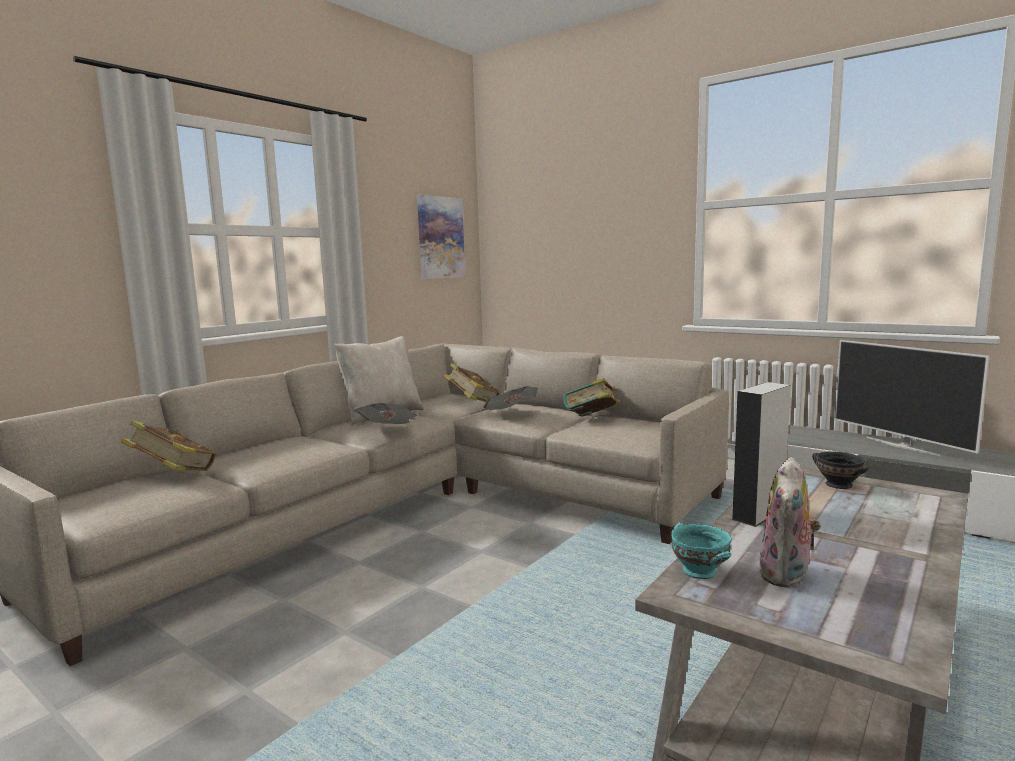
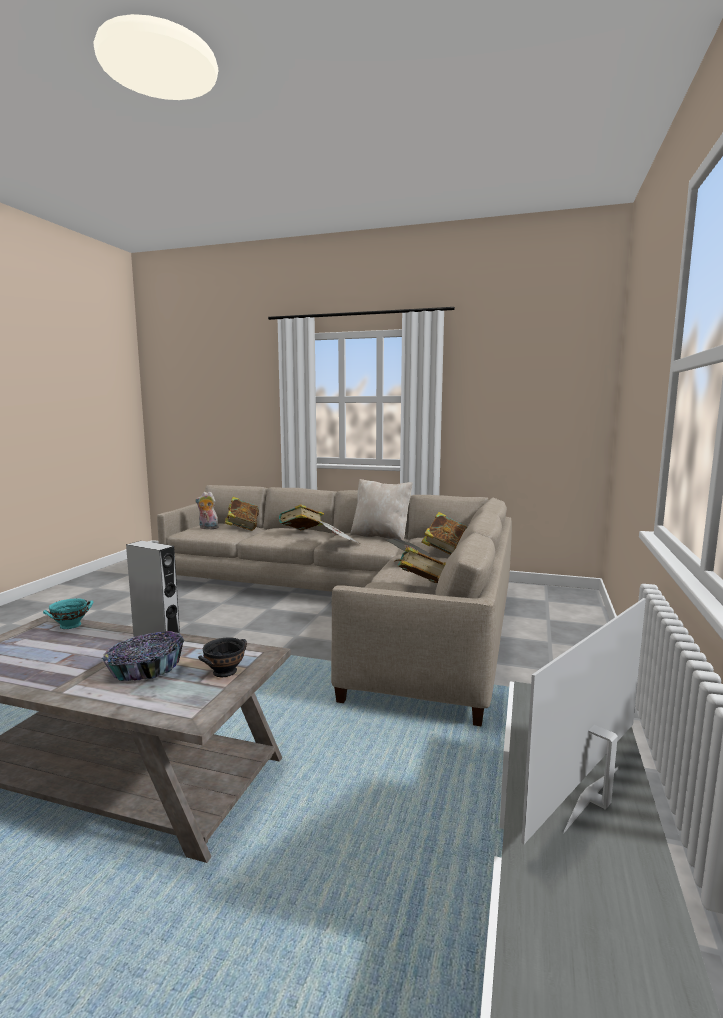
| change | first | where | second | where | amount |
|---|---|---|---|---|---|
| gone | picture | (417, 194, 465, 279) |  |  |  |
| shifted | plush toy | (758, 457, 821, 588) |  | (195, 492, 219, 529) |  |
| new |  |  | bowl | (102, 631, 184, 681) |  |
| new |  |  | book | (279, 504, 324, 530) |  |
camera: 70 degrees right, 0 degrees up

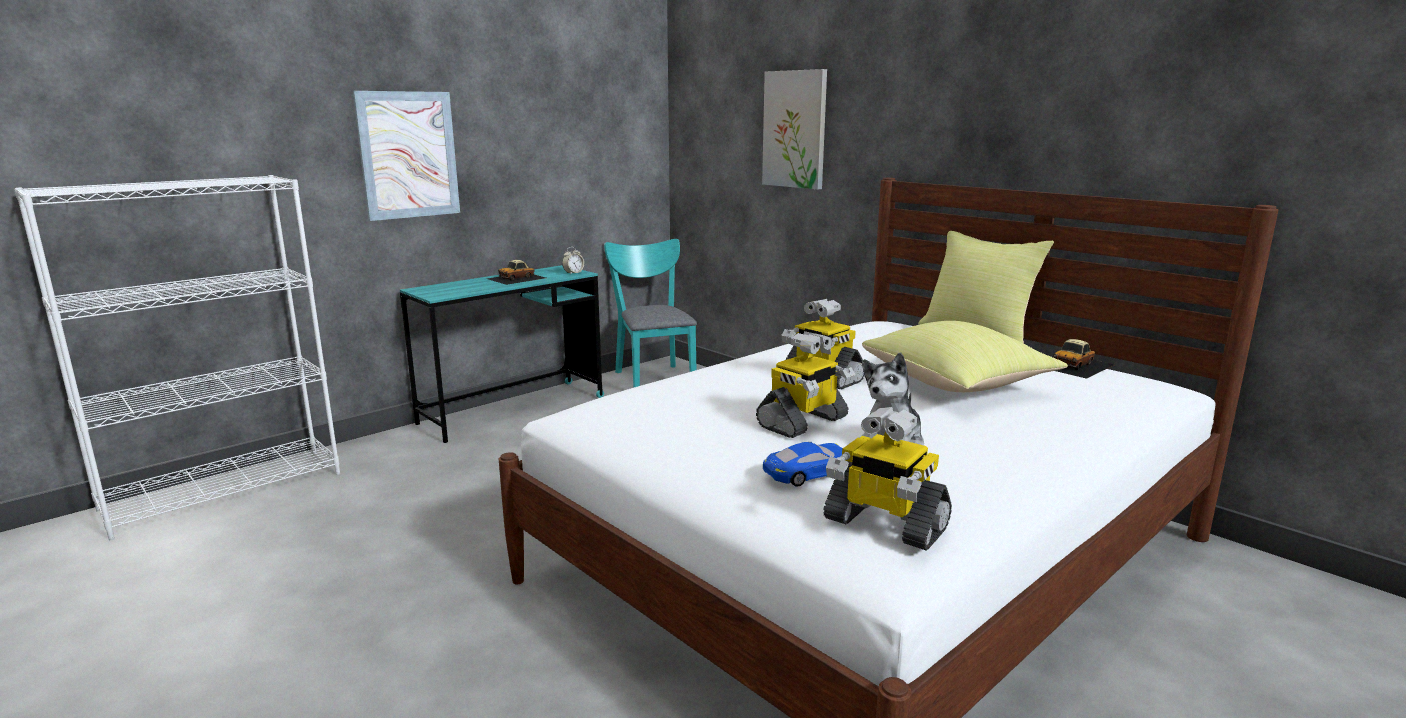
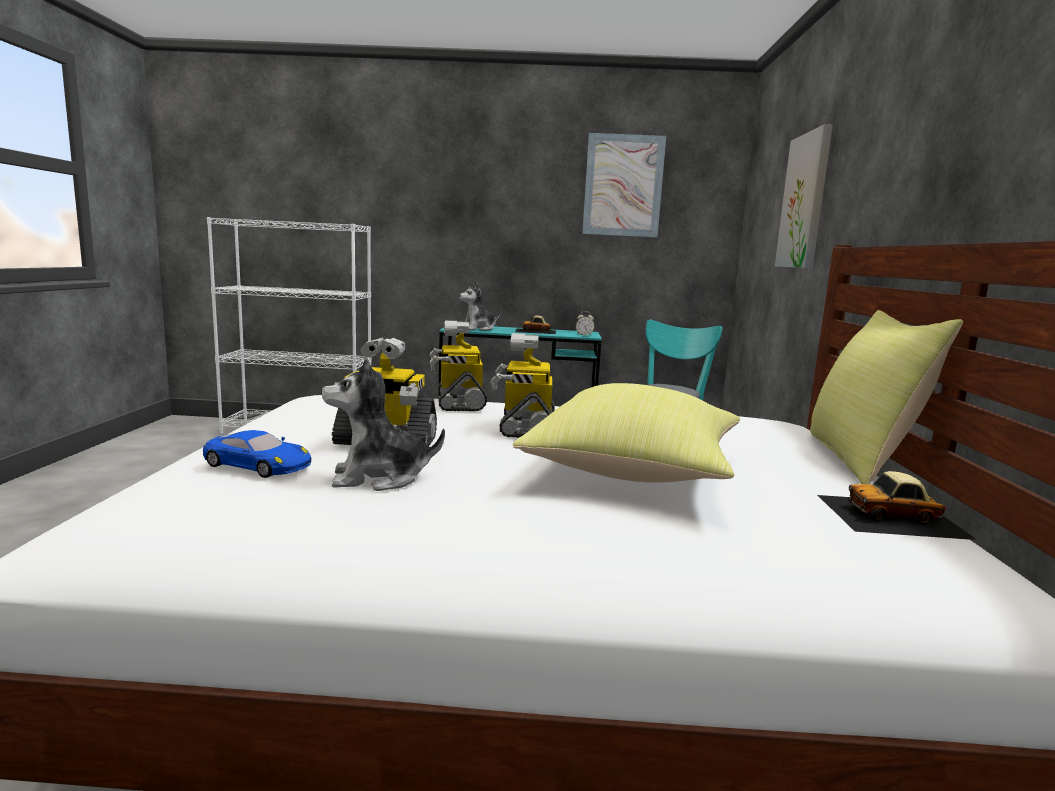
| change | first | where | second | where | amount |
|---|---|---|---|---|---|
| shifted | picture | (353, 91, 460, 221) |  | (582, 133, 666, 237) |  |
| shifted | toy robot | (824, 407, 952, 550) |  | (430, 321, 487, 411) |  |
| new |  |  | plush toy | (459, 282, 500, 331) |  |
camera: 45 degrees right, 5 degrees down

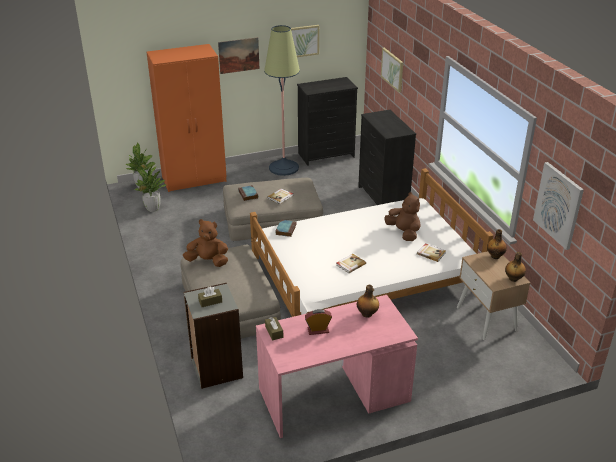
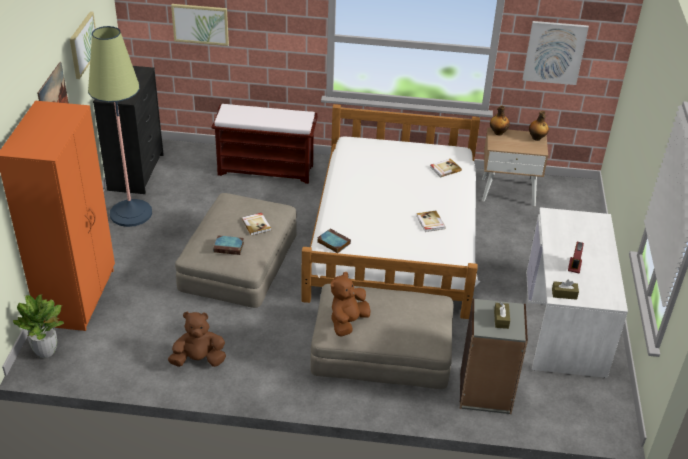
| change | first | where | second | where | amount |
|---|---|---|---|---|---|
| gone | potted plant | (134, 165, 167, 212) |  |  |  |
| repainted | desk in pink | (256, 295, 418, 438) | desk in white | (526, 207, 628, 378) |  |
| gone | bottle | (357, 285, 379, 318) |  |  |  |
| swapped | dresser in black | (358, 110, 416, 205) | bench in brown | (212, 104, 318, 184) |  |
| shifted | plush toy in brown | (384, 192, 421, 241) |  | (168, 312, 226, 367) |  |
camera: 65 degrees left, 5 degrees up

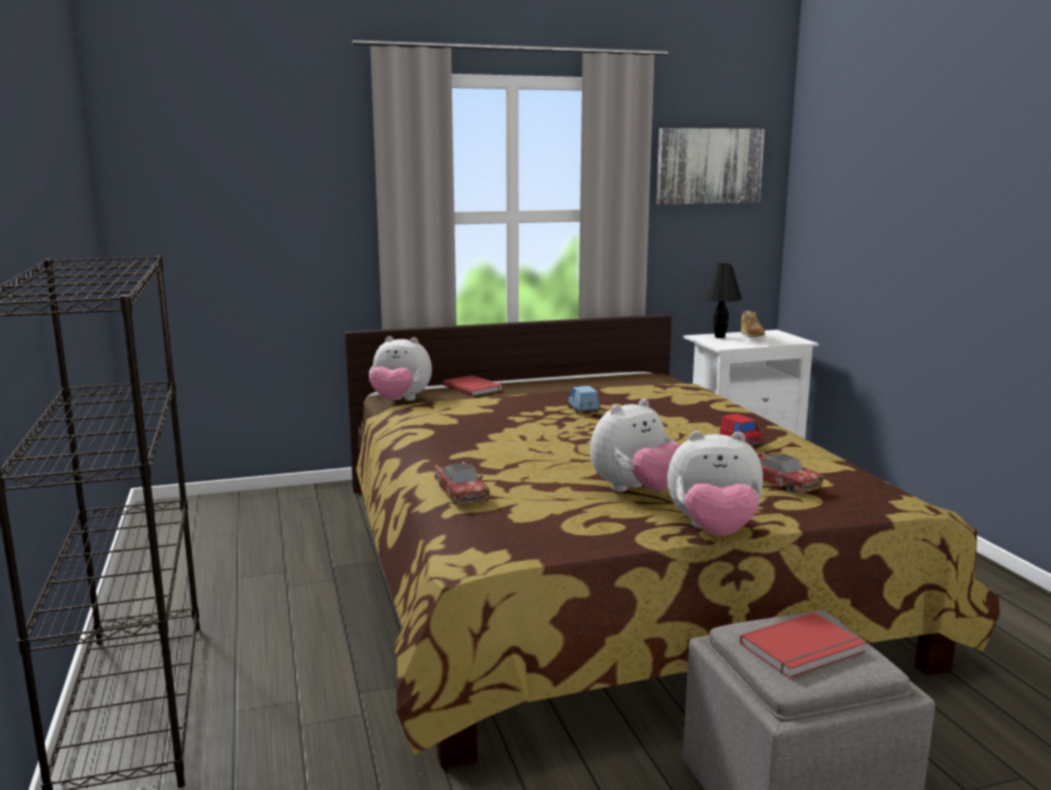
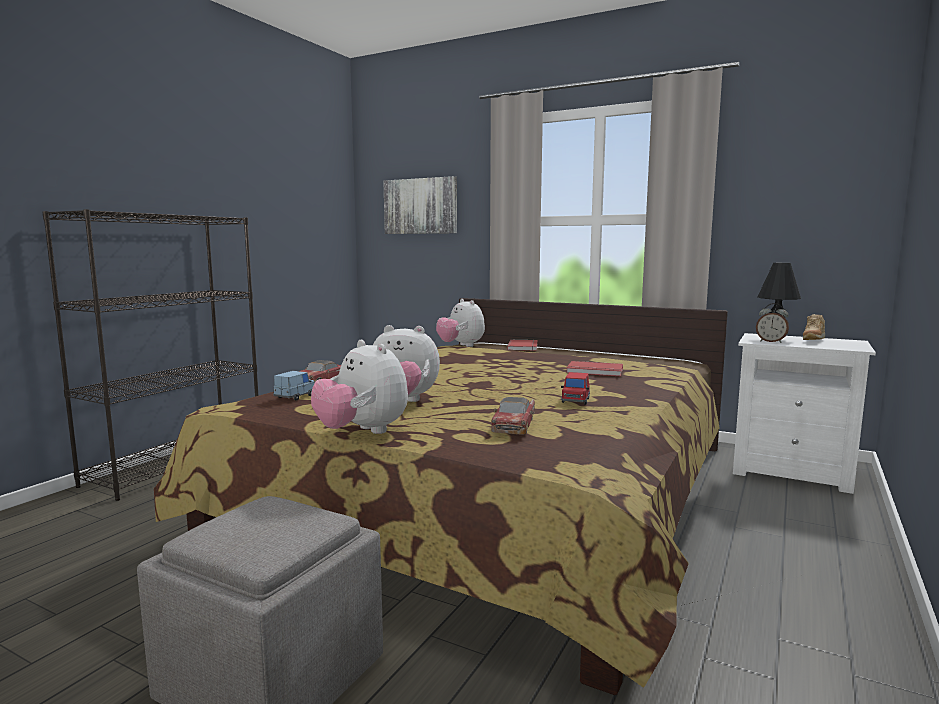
| change | first | where | second | where | amount |
|---|---|---|---|---|---|
| shifted | toy car in blue | (568, 386, 600, 414) |  | (273, 371, 315, 401) |  |
| shifted | picture | (656, 128, 765, 205) |  | (383, 176, 457, 234) |  |
| shifted | book in red | (740, 612, 866, 678) |  | (566, 361, 623, 376) |  |
| new |  |  | alarm clock | (756, 303, 789, 343) |  |
camera: 45 degrees right, 5 degrees down

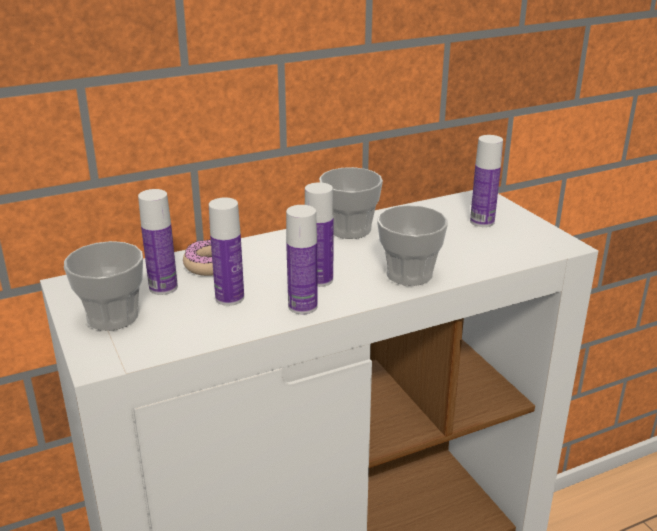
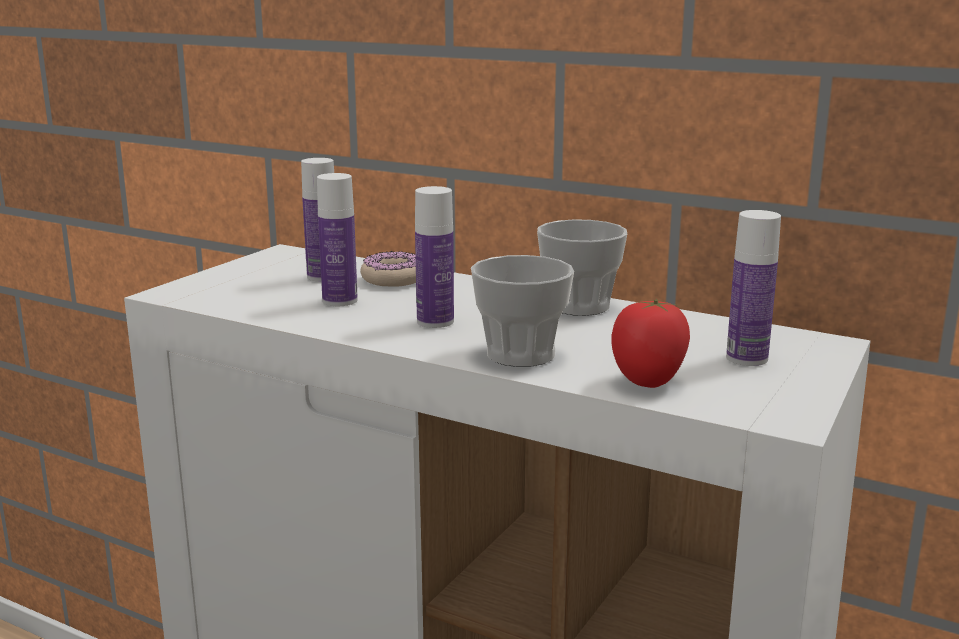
| change | first | where | second | where | amount |
|---|---|---|---|---|---|
| gone | cup | (64, 241, 143, 331) |  |  |  |
| gone | bottle | (286, 205, 318, 314) |  |  |  |
| new |  |  | tomato | (611, 299, 690, 388) |  |
camera: 55 degrees right, 10 degrees down

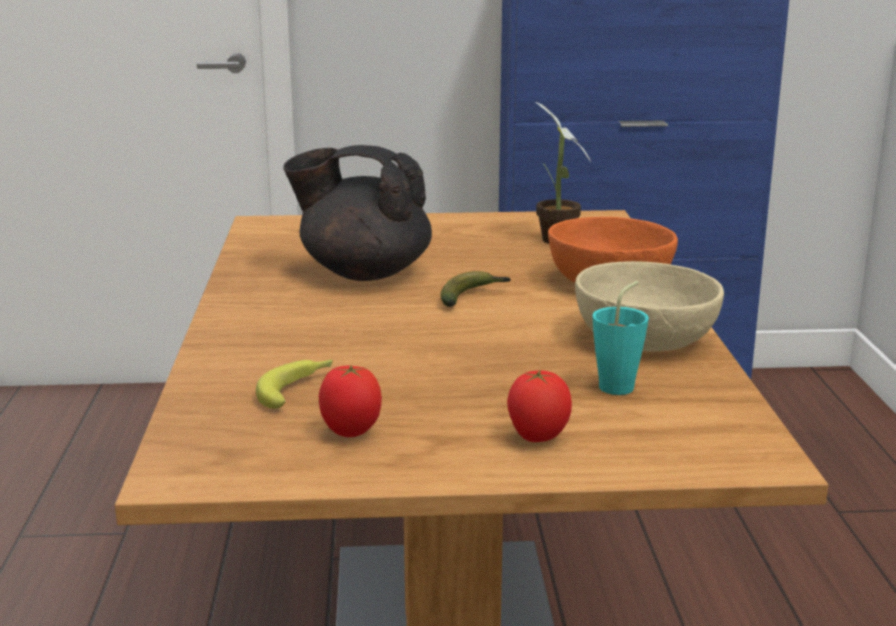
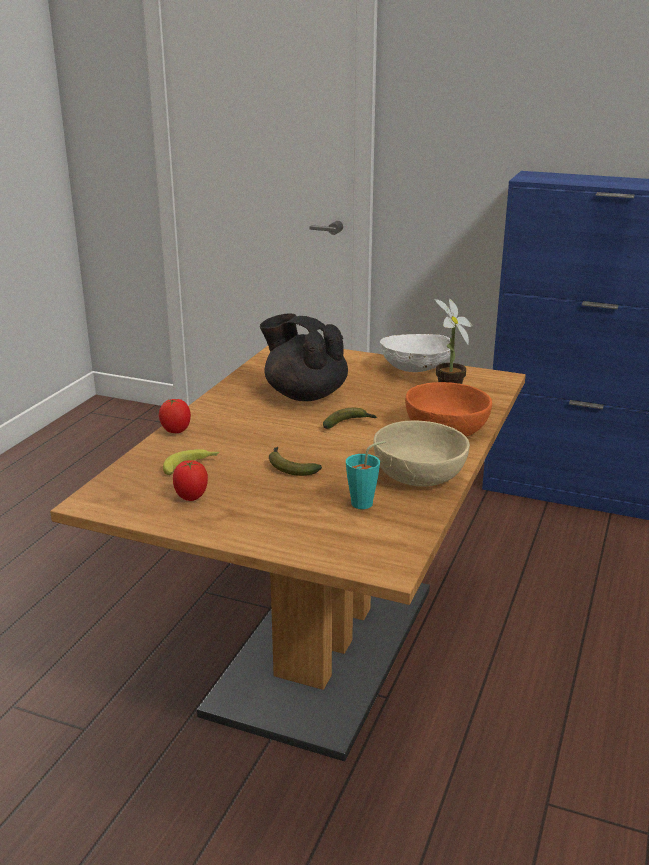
| change | first | where | second | where | amount |
|---|---|---|---|---|---|
| shifted | tomato | (507, 370, 572, 442) |  | (159, 399, 191, 433) |  |
| new |  |  | banana | (269, 447, 322, 476) |  |
| new |  |  | bowl in white | (380, 334, 450, 372) |  |
camera: 25 degrees right, 5 degrees up

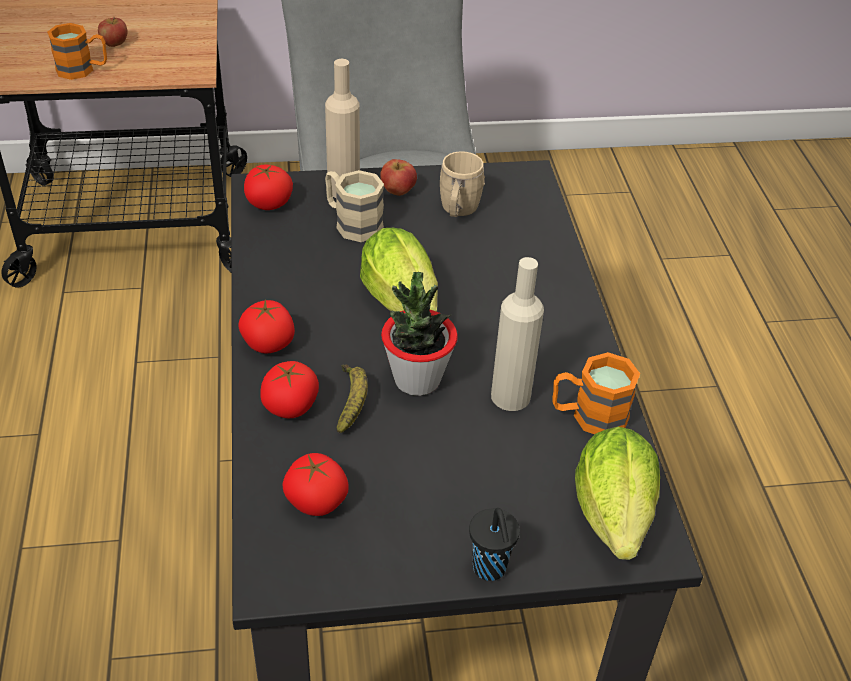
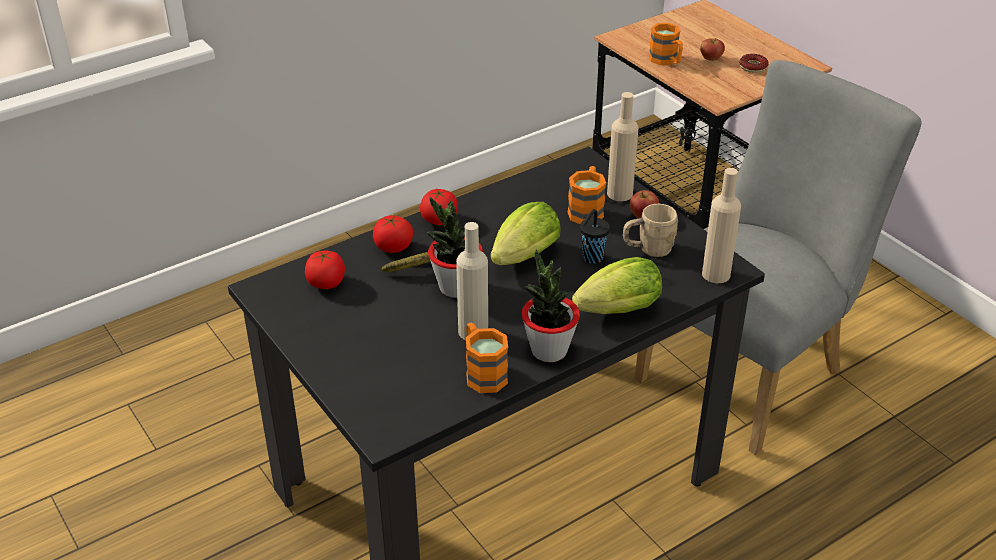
| change | first | where | second | where | amount |
|---|---|---|---|---|---|
| gone | tomato | (244, 165, 293, 210) |  |  |  |
| repainted | mug in beige | (325, 170, 384, 242) | mug in orange | (568, 166, 606, 224) |  |
| shifted | cup in black | (469, 508, 520, 581) |  | (580, 209, 610, 264) |  |
| shifted | lettuce | (575, 426, 660, 560) |  | (572, 257, 662, 314) |  |
| new |  |  | potted plant | (521, 249, 580, 362) |  |
| new |  |  | bottle in beige | (702, 168, 741, 283) |  |
| new |  |  | donut | (739, 54, 769, 73) |  |
camera: 65 degrees right, 5 degrees down

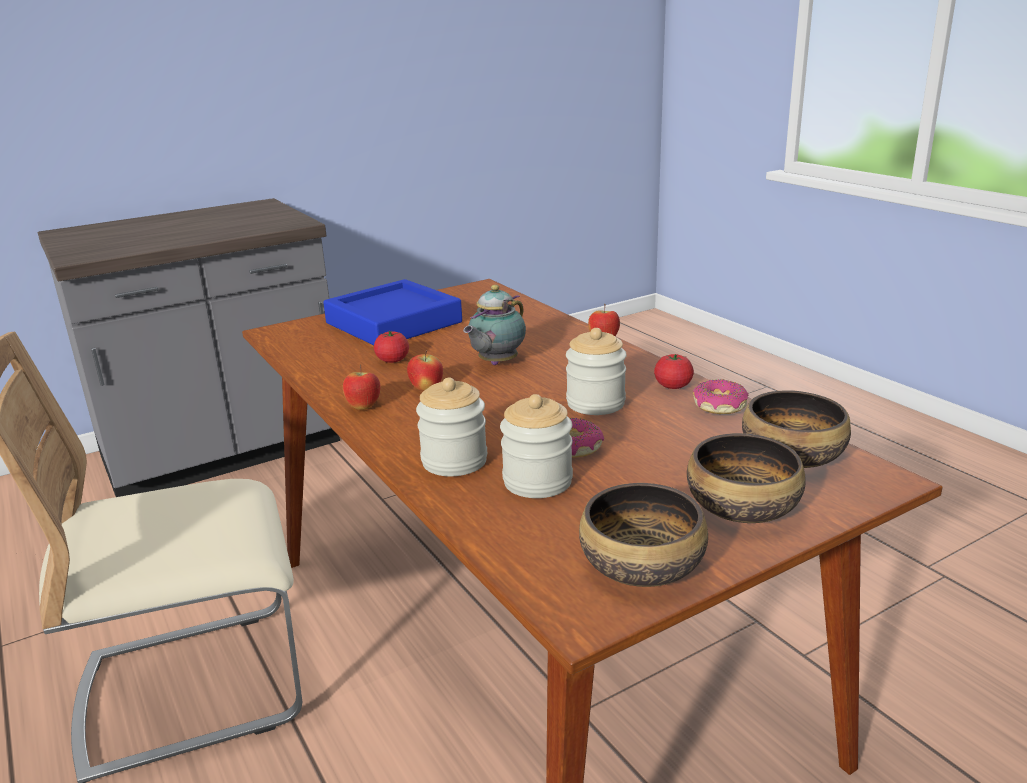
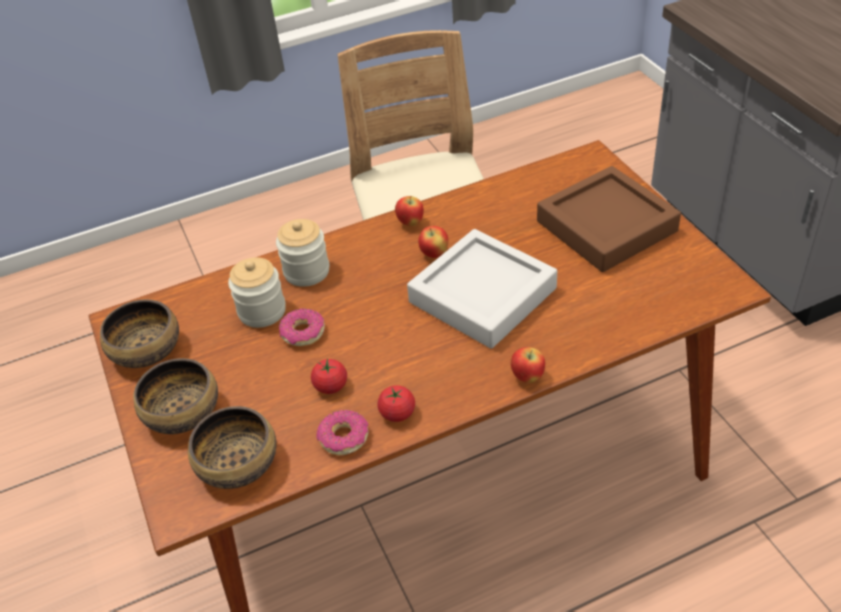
| change | first | where | second | where | amount |
|---|---|---|---|---|---|
| repainted | tray in blue | (323, 279, 462, 345) | tray in brown | (537, 166, 681, 272) |  |
| shifted | tomato | (374, 331, 409, 363) |  | (311, 358, 347, 394) |  |
| swapped | teapot | (463, 285, 526, 365) | tray in grey | (407, 229, 557, 349) |  |
| gone | jar | (566, 328, 627, 415) |  |  |  |
camera: 100 degrees right, 20 degrees up

